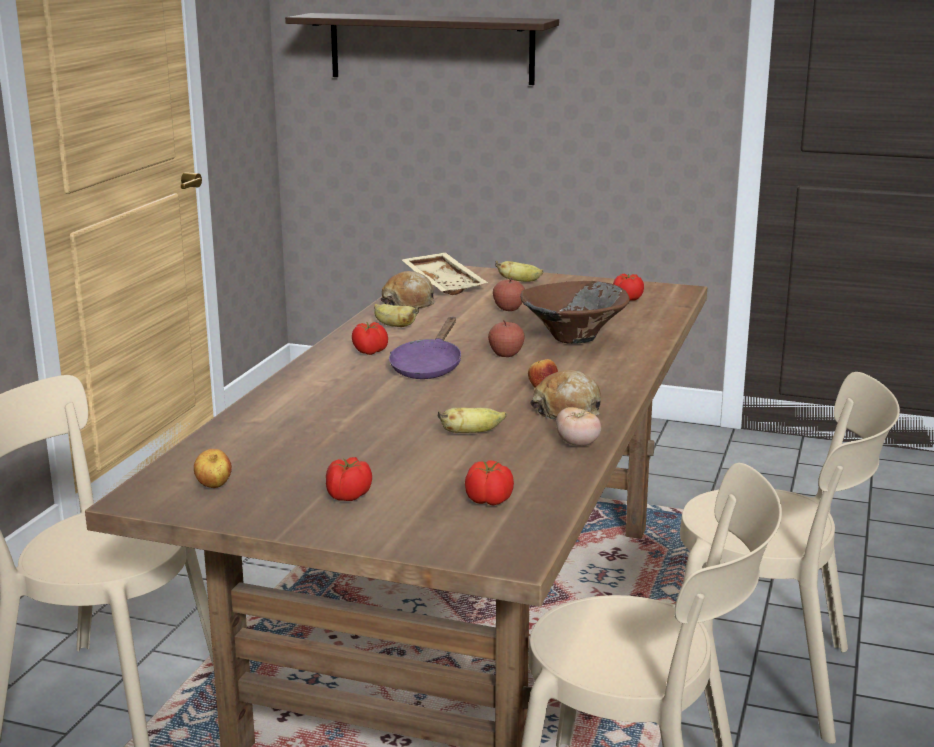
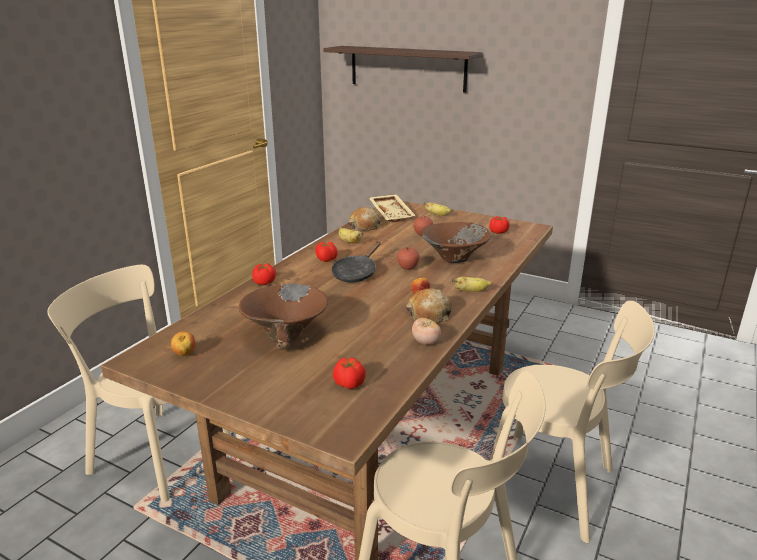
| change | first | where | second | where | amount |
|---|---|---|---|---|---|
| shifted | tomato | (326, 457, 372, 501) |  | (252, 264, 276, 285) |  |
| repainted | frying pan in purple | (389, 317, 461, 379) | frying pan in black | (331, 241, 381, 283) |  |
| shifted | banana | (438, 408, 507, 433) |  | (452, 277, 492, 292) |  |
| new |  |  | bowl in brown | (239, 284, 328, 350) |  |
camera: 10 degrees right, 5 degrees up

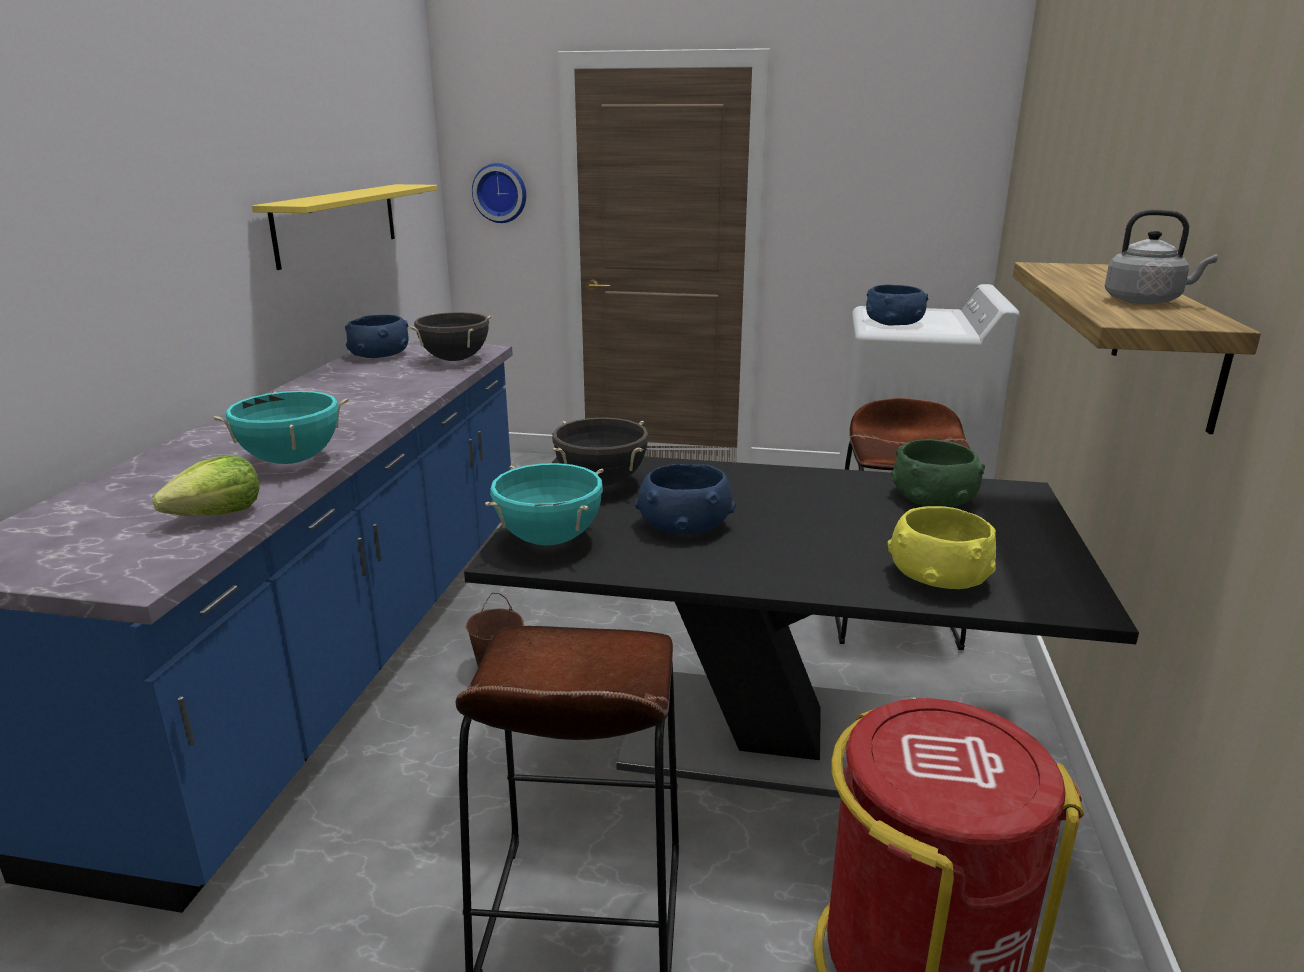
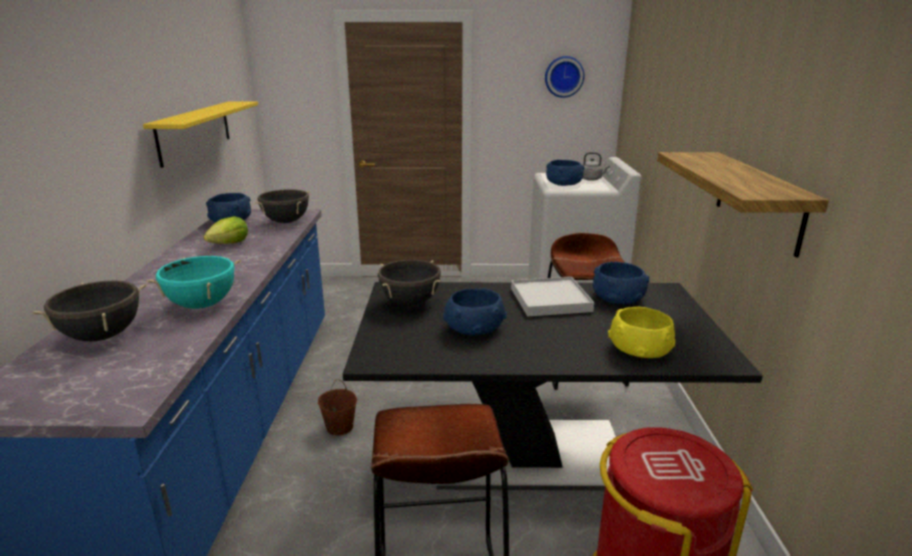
| change | first | where | second | where | amount |
|---|---|---|---|---|---|
| shifted | lettuce | (152, 455, 260, 516) |  | (204, 216, 248, 244) |  |
| shifted | wall clock | (472, 163, 526, 223) |  | (545, 56, 584, 98) |  |
| gone | cooking pot in turquoise | (485, 463, 604, 545) |  |  |  |
| repainted | bowl in green | (891, 439, 985, 507) | bowl in blue | (593, 262, 649, 304) |  |
| shifted | kettle in grey | (1105, 210, 1218, 304) |  | (582, 152, 610, 181) |  |
| new |  |  | cooking pot in black | (31, 280, 147, 341) |  |
| new |  |  | tray in white | (511, 277, 594, 316) |  |
camera: 10 degrees left, 0 degrees up

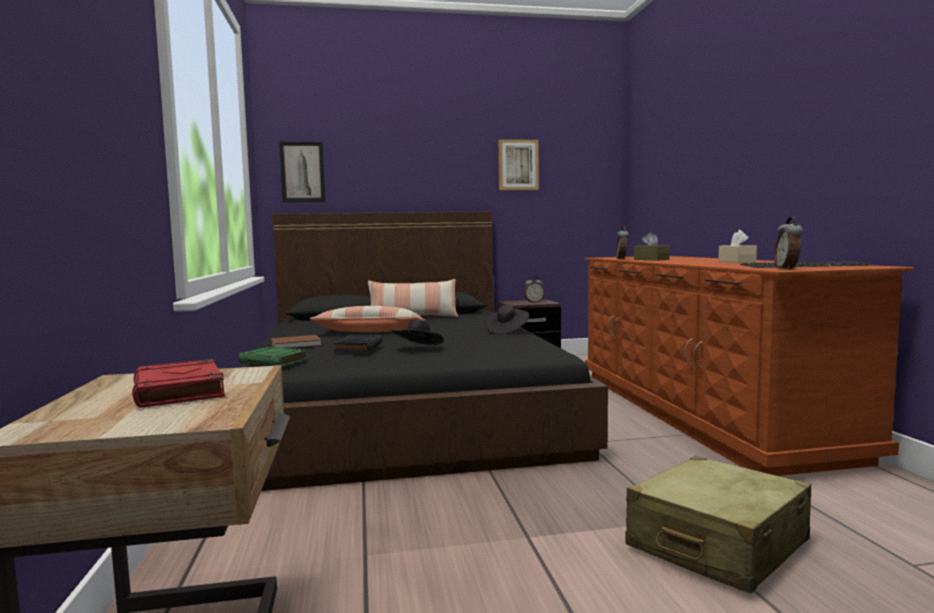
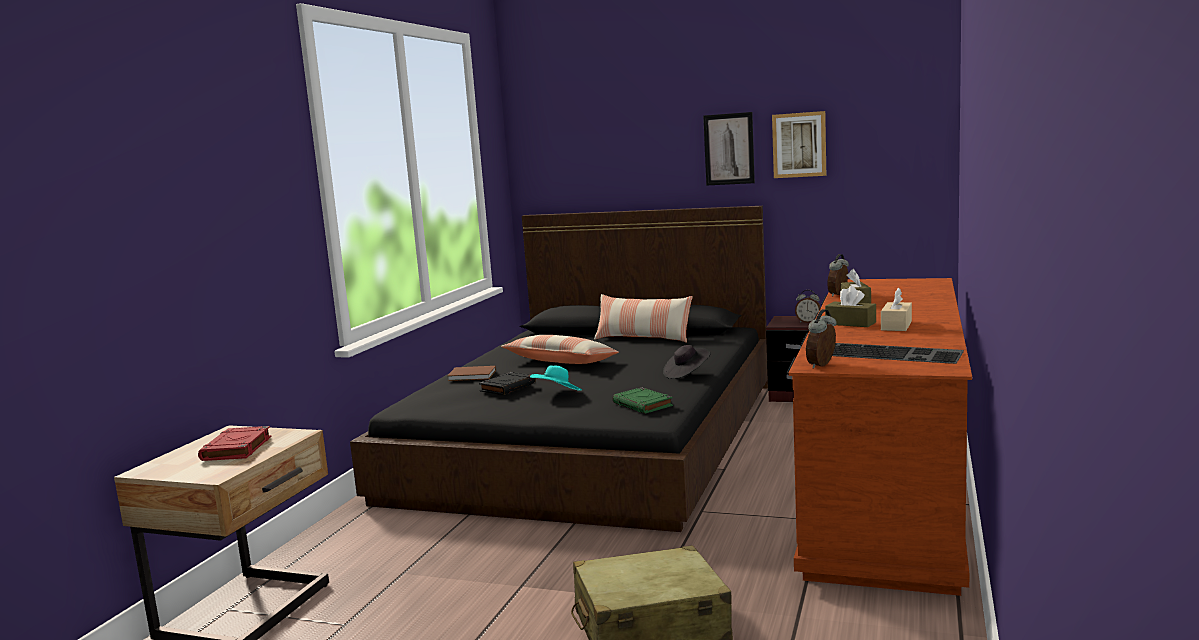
| change | first | where | second | where | amount |
|---|---|---|---|---|---|
| shifted | book in green | (238, 347, 308, 367) |  | (613, 387, 673, 414) |  |
| shifted | picture | (279, 141, 325, 202) |  | (703, 112, 755, 186) |  |
| repainted | hat in black | (392, 319, 444, 346) | hat in turquoise | (530, 366, 582, 391) |  |
| new |  |  | tissue box in brown | (825, 286, 876, 327) |  |
camera: 30 degrees right, 5 degrees up

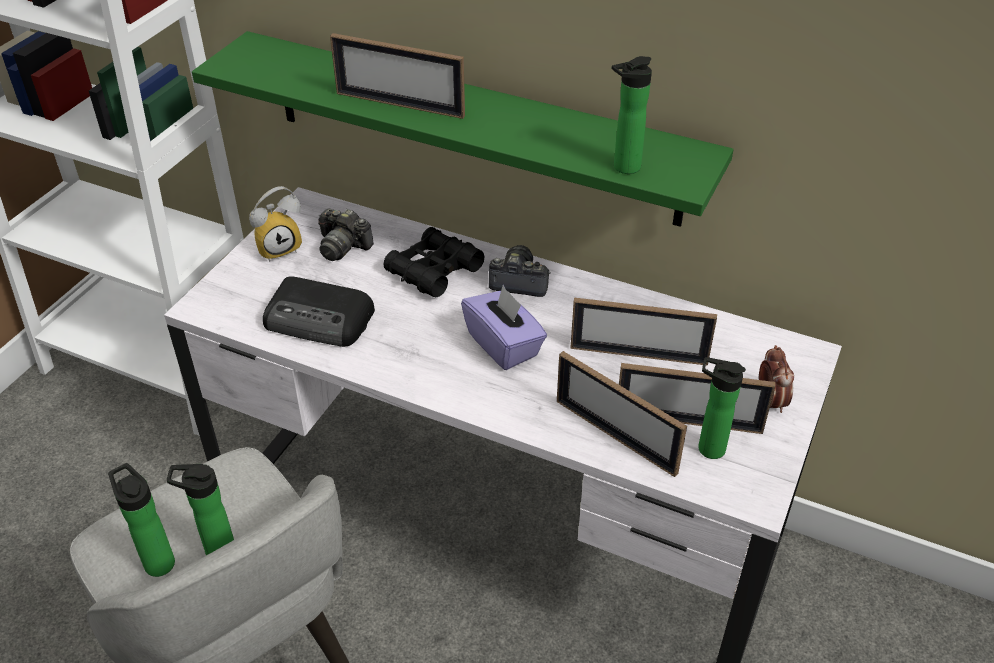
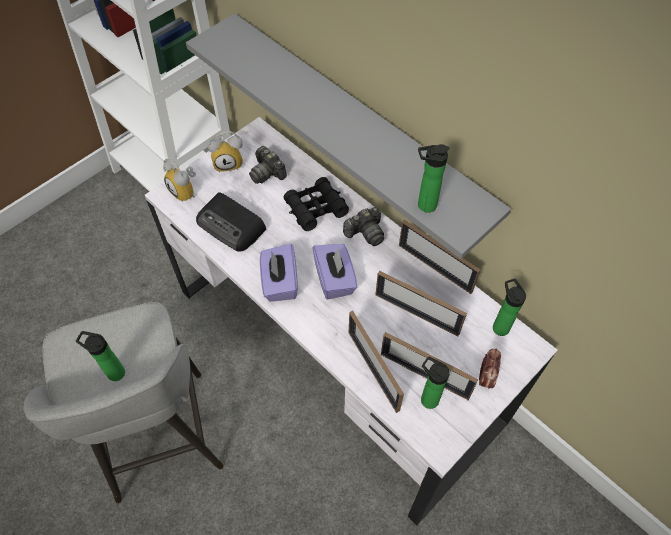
| change | first | where | second | where | amount |
|---|---|---|---|---|---|
| shifted | bottle | (108, 463, 175, 577) |  | (493, 279, 526, 336) |  |
| repainted | shelf in green | (192, 31, 734, 227) | shelf in grey | (186, 13, 511, 259) |  |
| shifted | picture frame | (330, 33, 465, 119) |  | (399, 220, 480, 294) |  |
| rotated | photo camera | (489, 245, 551, 297) |  | (343, 207, 384, 246) | 120 degrees clockwise |
| new |  |  | alarm clock | (163, 159, 196, 202) |  |
| new |  |  | tissue box in purple | (260, 244, 298, 302) |  |
camera: 20 degrees right, 15 degrees up

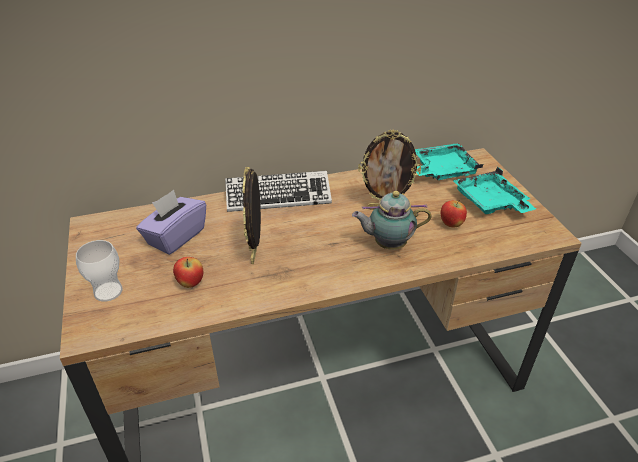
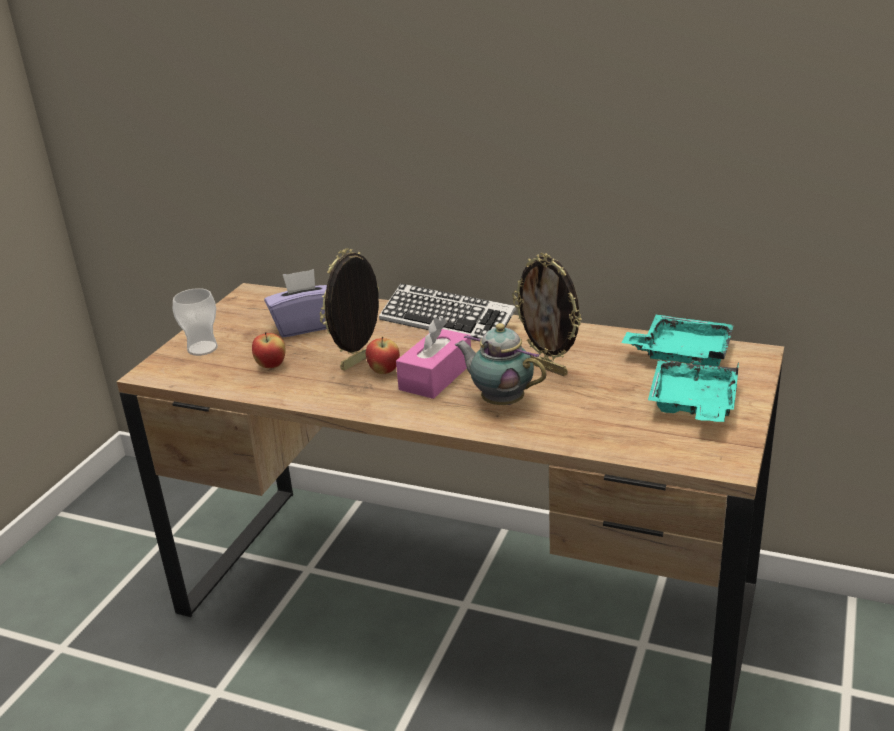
| change | first | where | second | where | amount |
|---|---|---|---|---|---|
| shifted | apple | (441, 200, 467, 227) |  | (366, 337, 400, 374) |  |
| new |  |  | tissue box in pink | (396, 317, 471, 399) |  |
camera: 40 degrees right, 10 degrees down

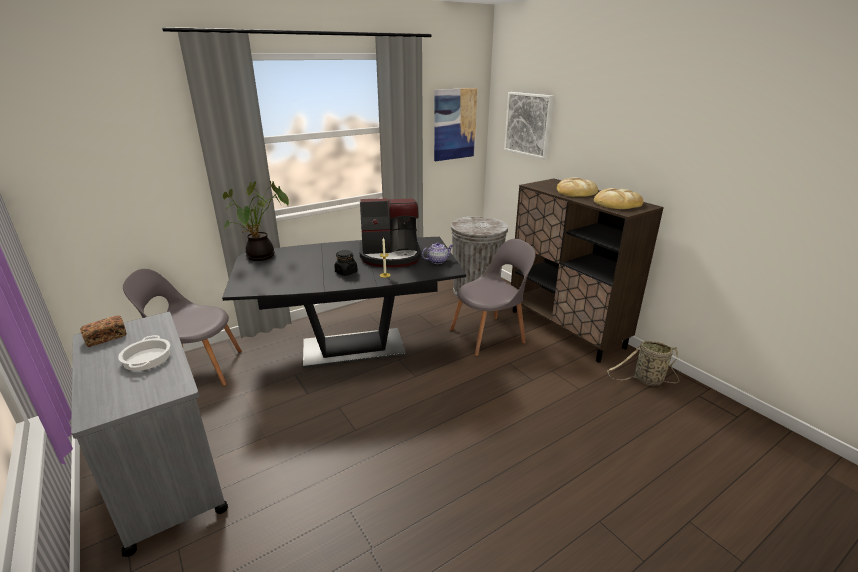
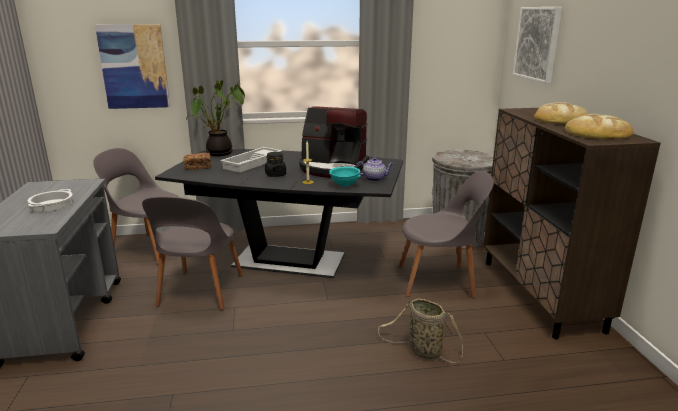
| change | first | where | second | where | amount |
|---|---|---|---|---|---|
| shifted | bread | (80, 316, 127, 347) |  | (183, 153, 211, 170) |  |
| shifted | picture | (434, 88, 477, 161) |  | (95, 25, 170, 109) |  |
| shifted | basket | (607, 341, 679, 386) |  | (378, 298, 463, 363) |  |
| new |  |  | chair in grey | (142, 197, 243, 310) |  |
| new |  |  | tray in white | (220, 147, 282, 173) |  |
| new |  |  | bowl in turquoise | (329, 167, 361, 186) |  |
camera: 25 degrees right, 5 degrees down

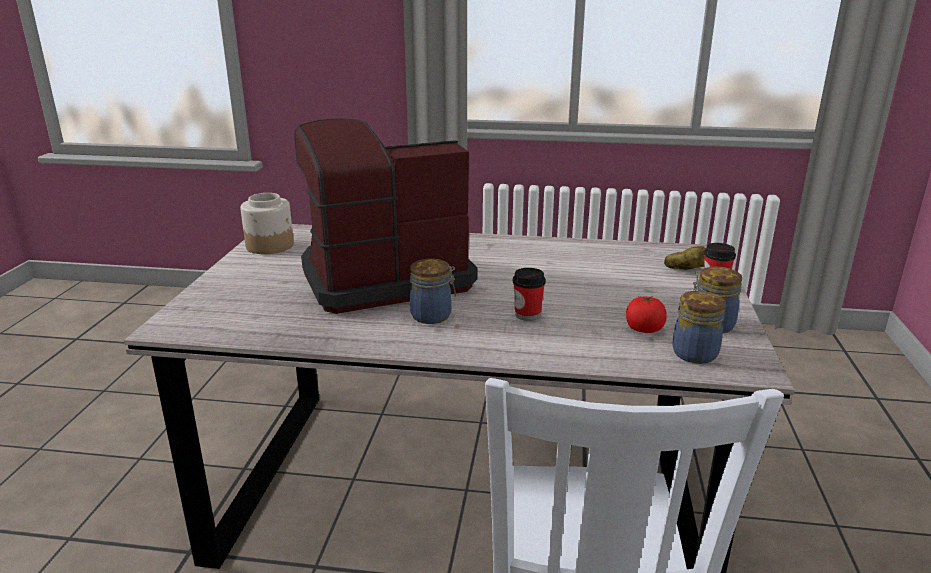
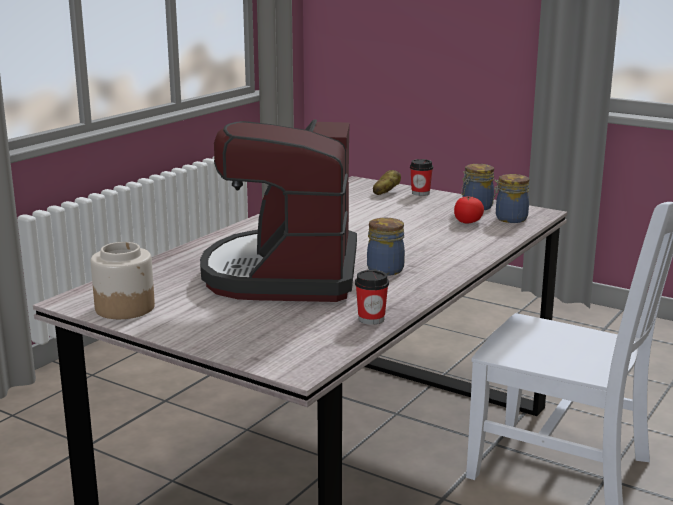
| change | first | where | second | where | amount |
|---|---|---|---|---|---|
| shifted | cup | (513, 268, 546, 321) |  | (355, 270, 389, 325) |  |
camera: 65 degrees left, 5 degrees down

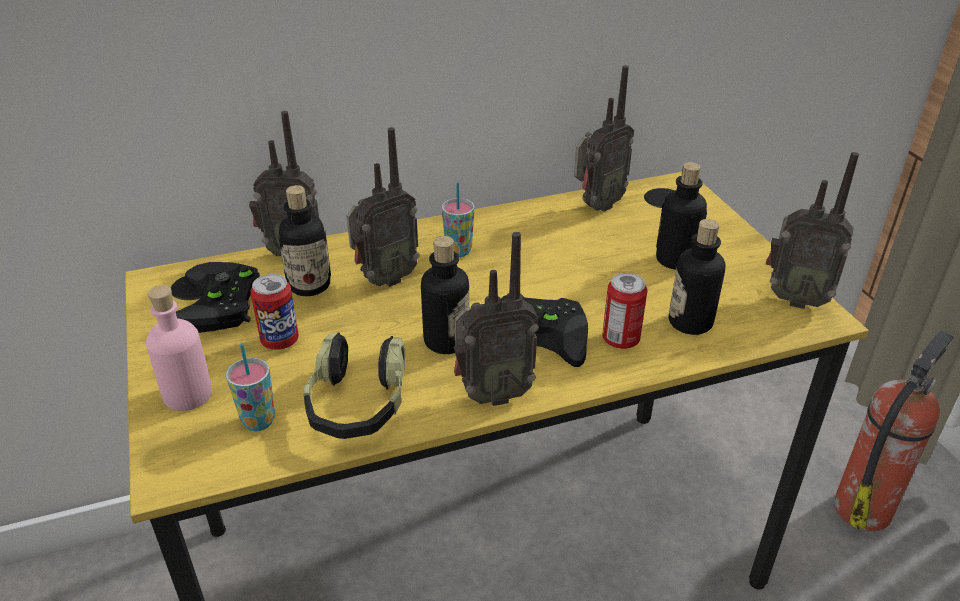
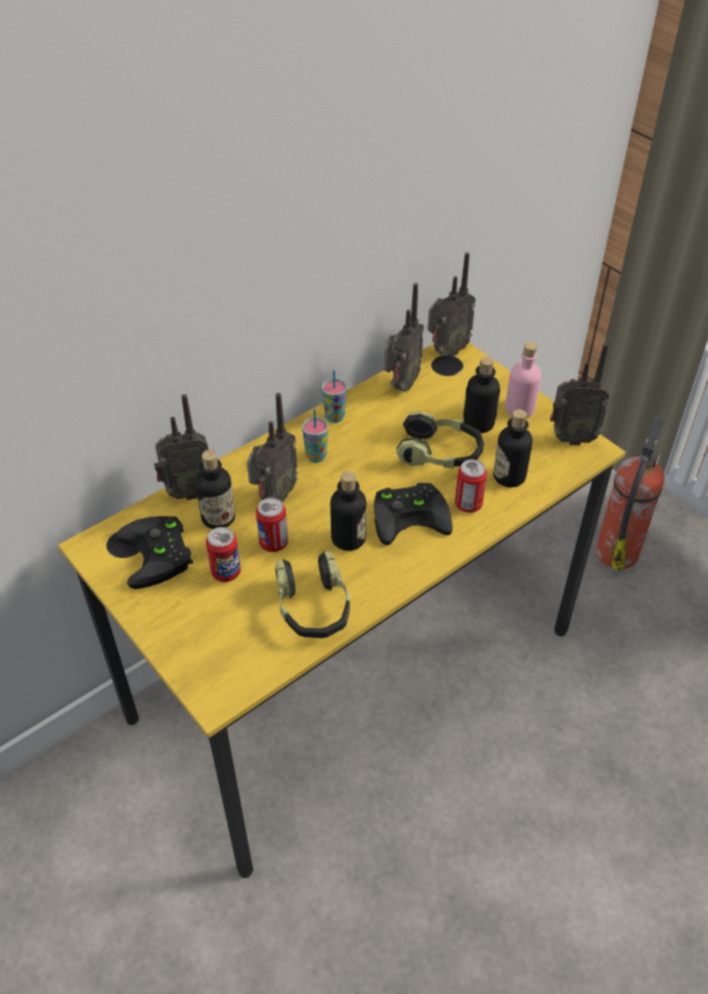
| change | first | where | second | where | amount |
|---|---|---|---|---|---|
| shifted | bottle in pink | (146, 285, 212, 411) |  | (505, 341, 541, 418) |  |
| shifted | cup | (226, 344, 275, 431) |  | (322, 370, 347, 423) |  |
| shifted | radio | (453, 232, 539, 406) |  | (427, 253, 476, 357) |  |
| new |  |  | can | (256, 498, 288, 552) |  |
| new |  |  | headphones | (396, 411, 484, 468) |  |
camera: 20 degrees left, 10 degrees up

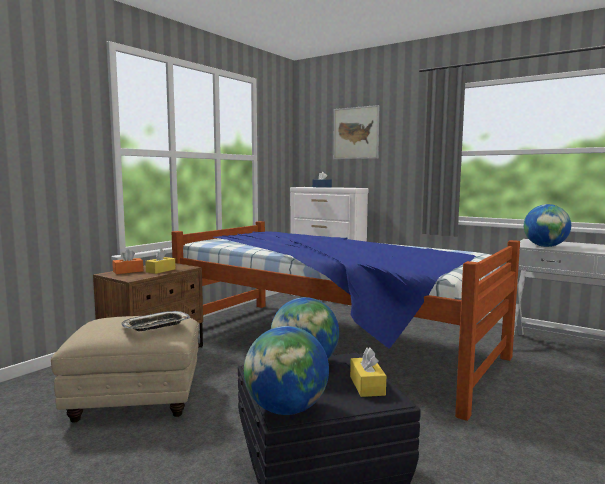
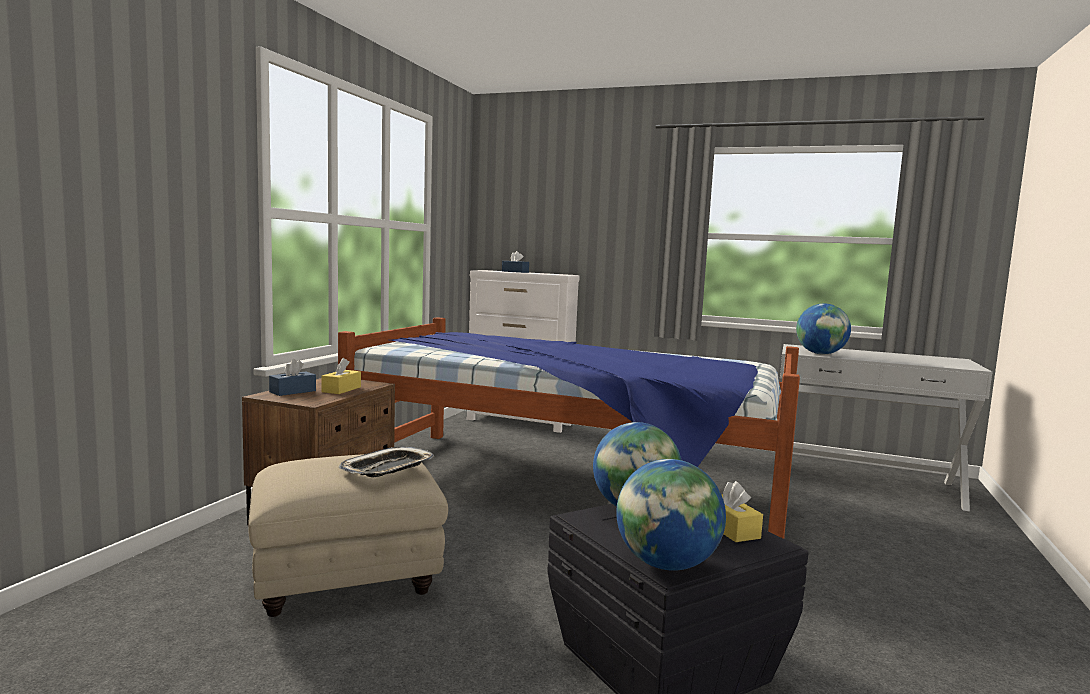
| change | first | where | second | where | amount |
|---|---|---|---|---|---|
| repainted | tissue box in orange | (112, 249, 143, 274) | tissue box in blue | (269, 359, 316, 396) |  |
| gone | picture | (333, 105, 379, 159) |  |  |  |
camera: 15 degrees left, 0 degrees up

